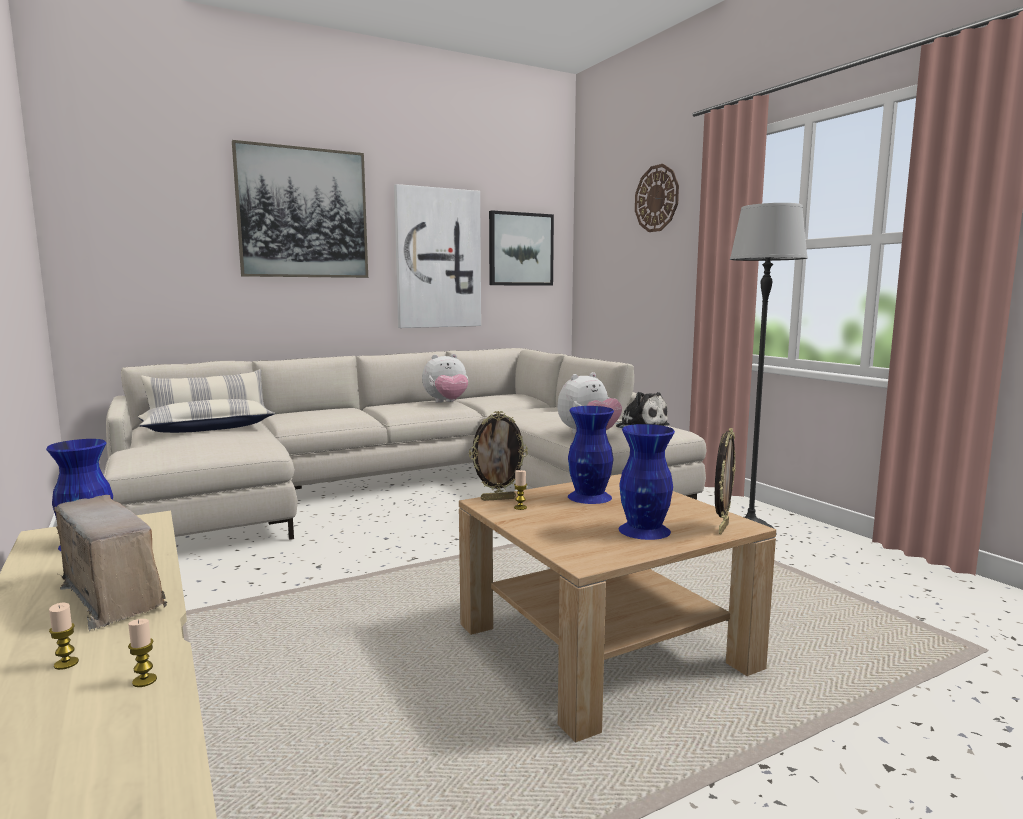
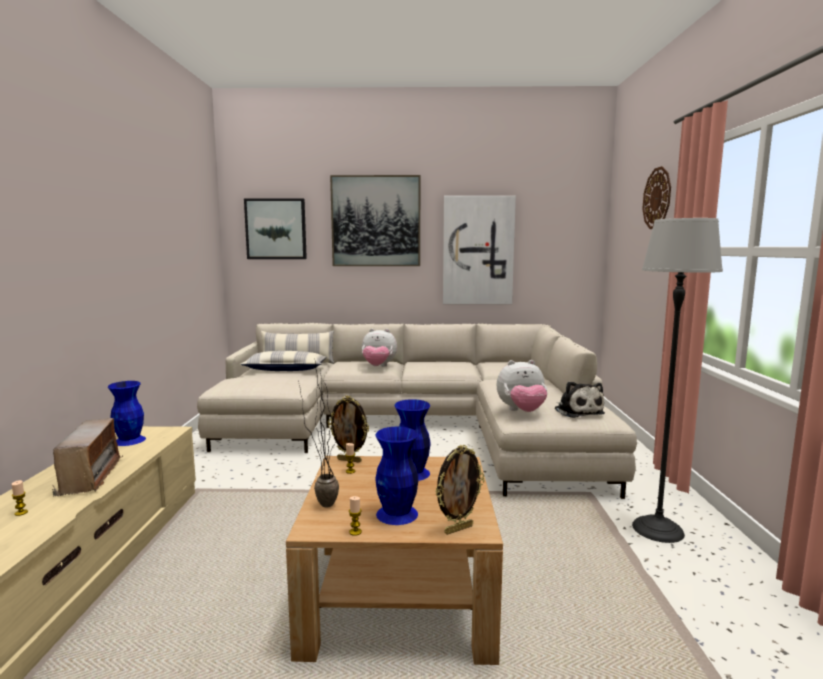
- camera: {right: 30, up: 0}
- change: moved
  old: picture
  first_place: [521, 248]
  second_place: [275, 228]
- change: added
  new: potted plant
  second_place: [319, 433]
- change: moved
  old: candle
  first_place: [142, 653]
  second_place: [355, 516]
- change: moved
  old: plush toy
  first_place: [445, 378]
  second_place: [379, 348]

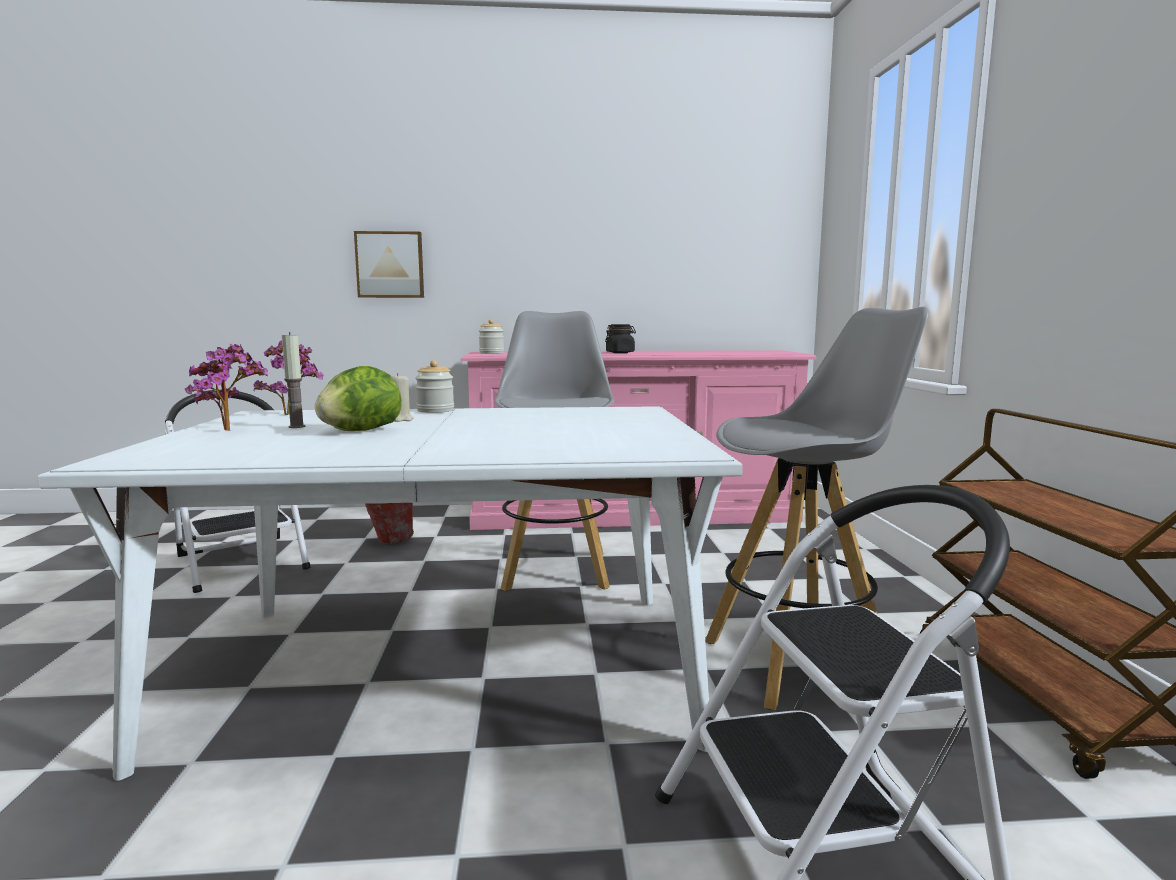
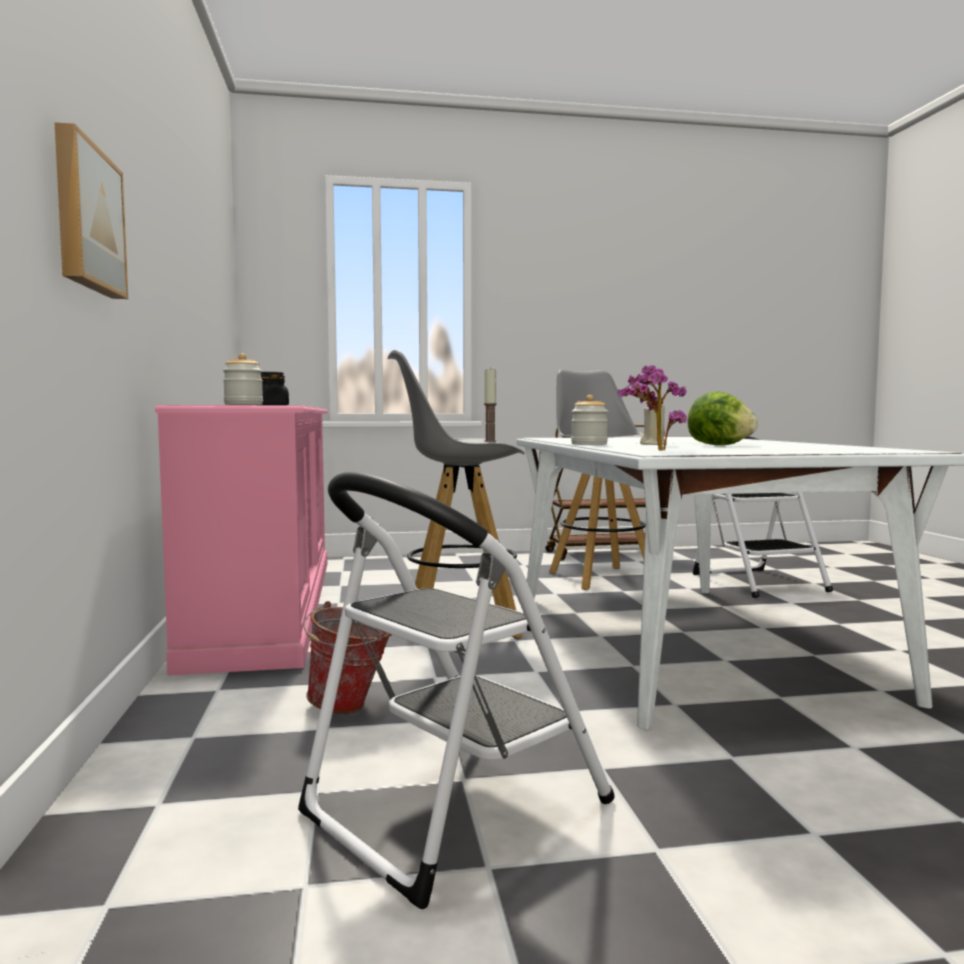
- camera: {right: -95, up: -5}
- change: moved
  old: candle
  first_place: [294, 380]
  second_place: [490, 405]
- change: removed
  old: potted plant
  first_place: [226, 387]

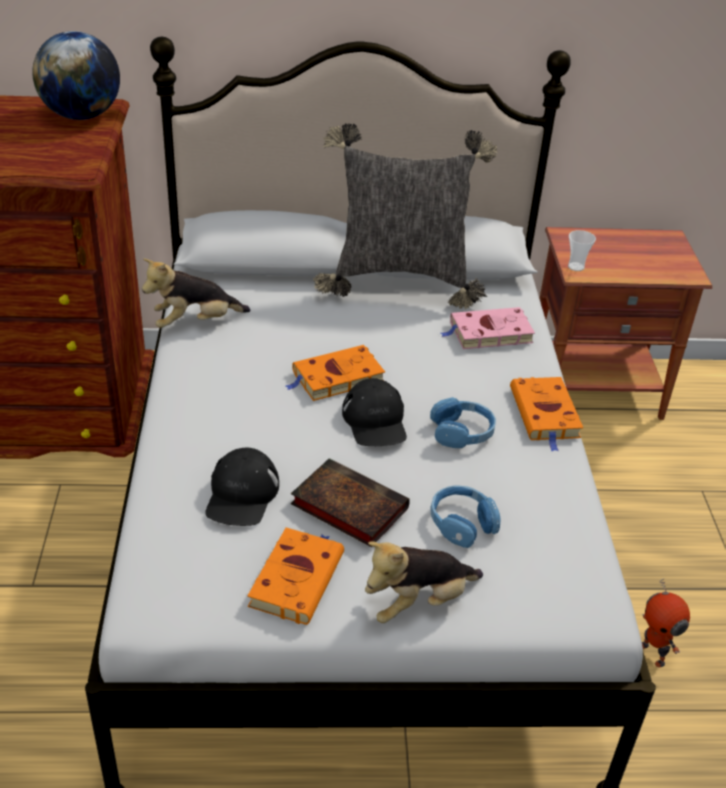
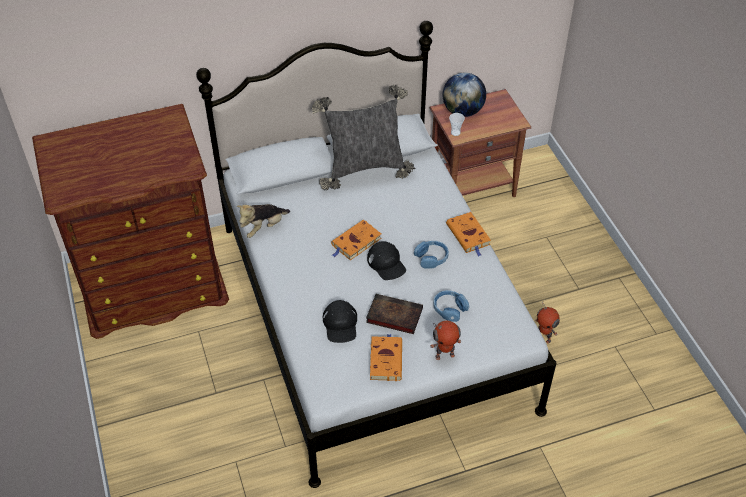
- camera: {right: -15, up: 10}
- change: replaced
  old: plush toy
  new: toy robot
  first_place: [424, 582]
  second_place: [445, 340]
- change: moved
  old: globe
  first_place: [76, 75]
  second_place: [464, 95]
- change: removed
  old: book (pink)
  first_place: [488, 328]

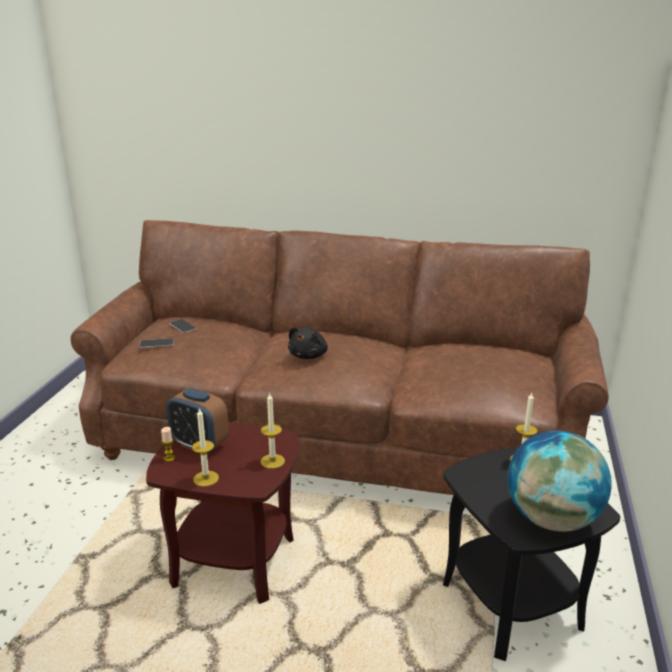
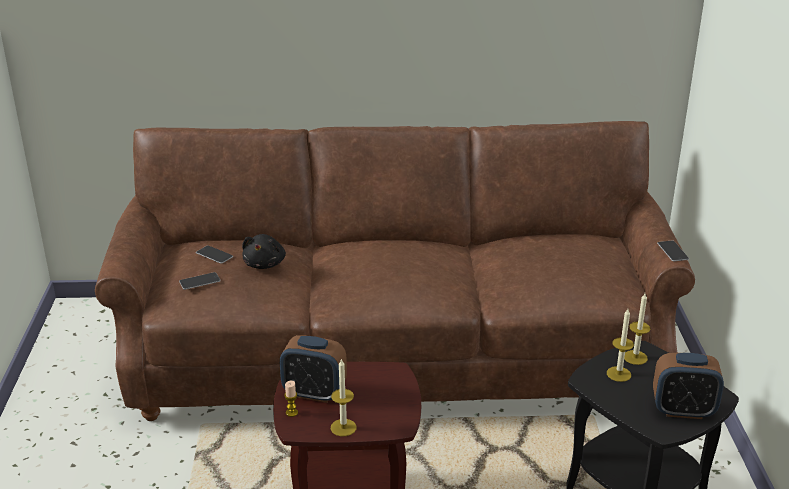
- camera: {right: -15, up: 5}
- change: moved
  old: plush toy (black)
  first_place: [308, 343]
  second_place: [264, 251]
- change: moved
  old: candle
  first_place: [273, 430]
  second_place: [620, 345]
- change: replaced
  old: globe
  new: alarm clock
  first_place: [560, 481]
  second_place: [688, 386]
- change: added
  new: phone
  second_place: [673, 251]

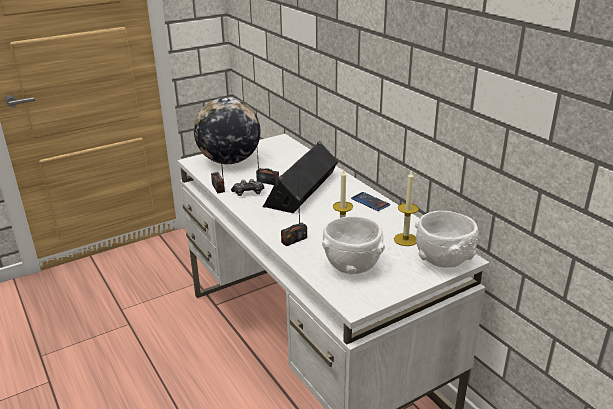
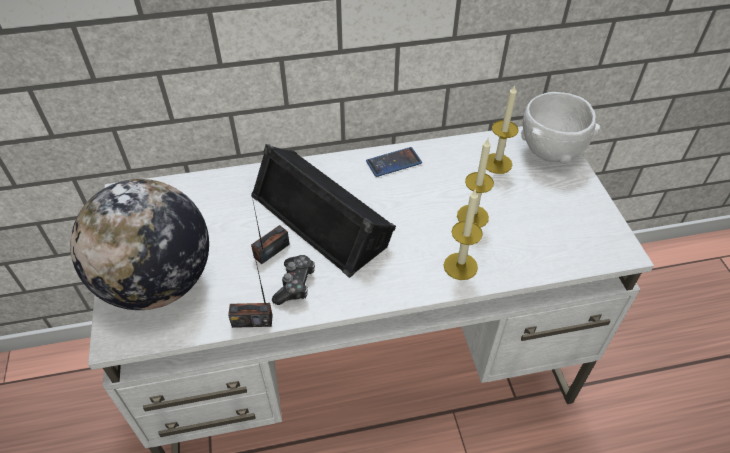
- camera: {right: -70, up: 20}
- change: replaced
  old: radio
  new: candle
  first_place: [294, 210]
  second_place: [463, 235]
- change: removed
  old: bowl (white)
  first_place: [353, 245]

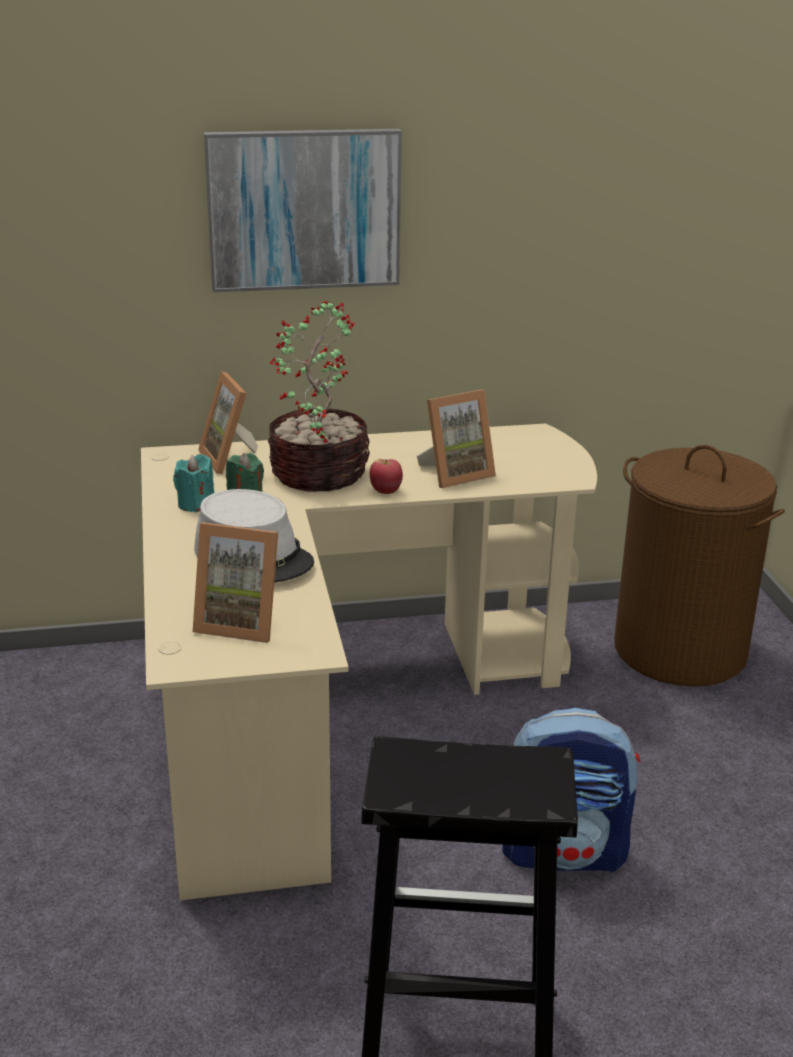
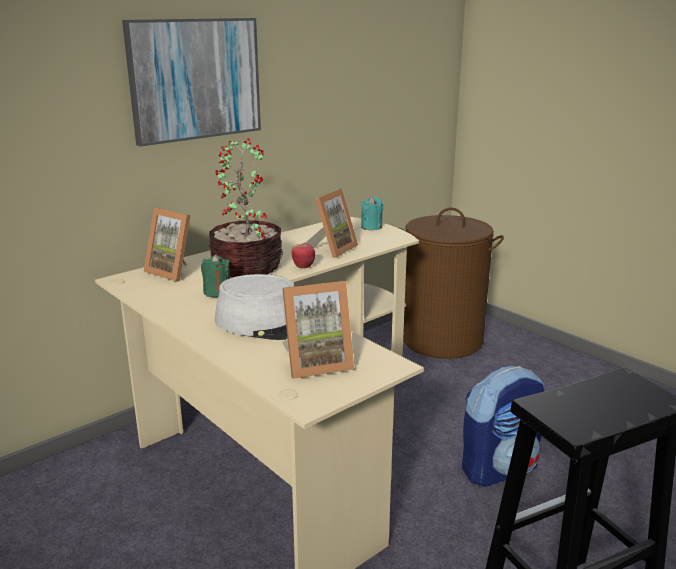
- camera: {right: -30, up: -5}
- change: moved
  old: candle (turquoise)
  first_place: [193, 483]
  second_place: [372, 213]

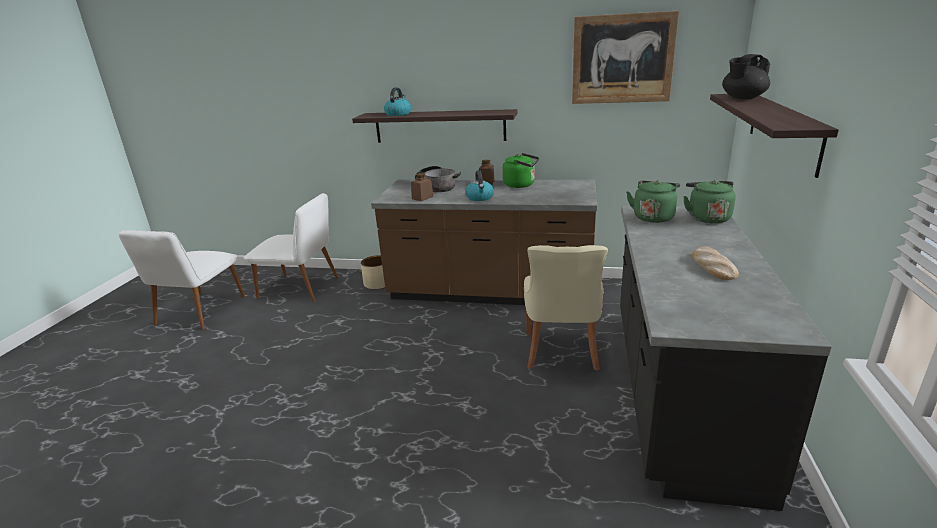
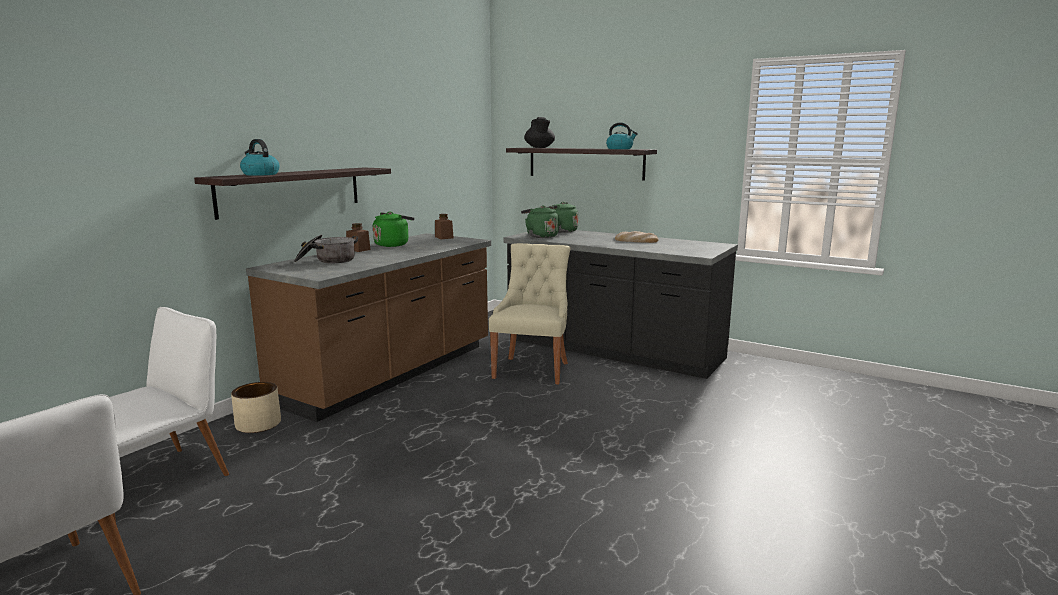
- camera: {right: -70, up: -10}
- change: moved
  old: jar (brown)
  first_place: [422, 187]
  second_place: [444, 226]
- change: turned
  old: chair (beige)
  first_place: [566, 308]
  second_place: [530, 314]
  degrees: -105
- change: moved
  old: kettle
  first_place: [479, 185]
  second_place: [622, 136]
- change: removed
  old: picture
  first_place: [625, 57]

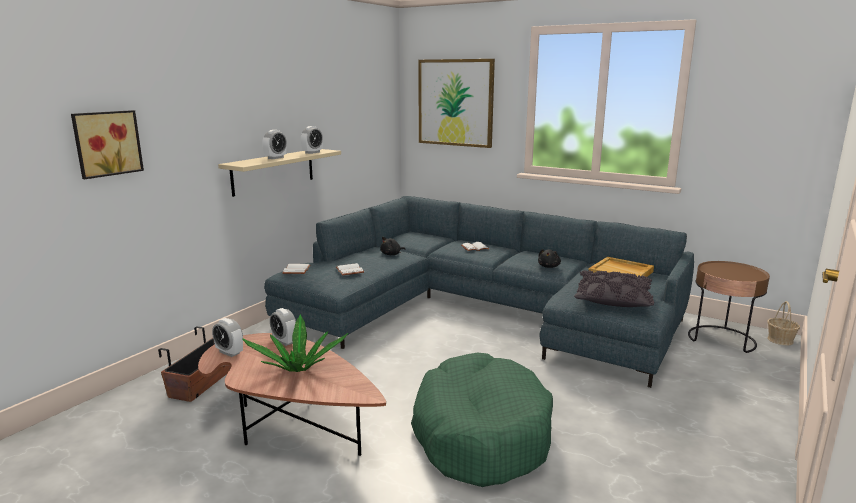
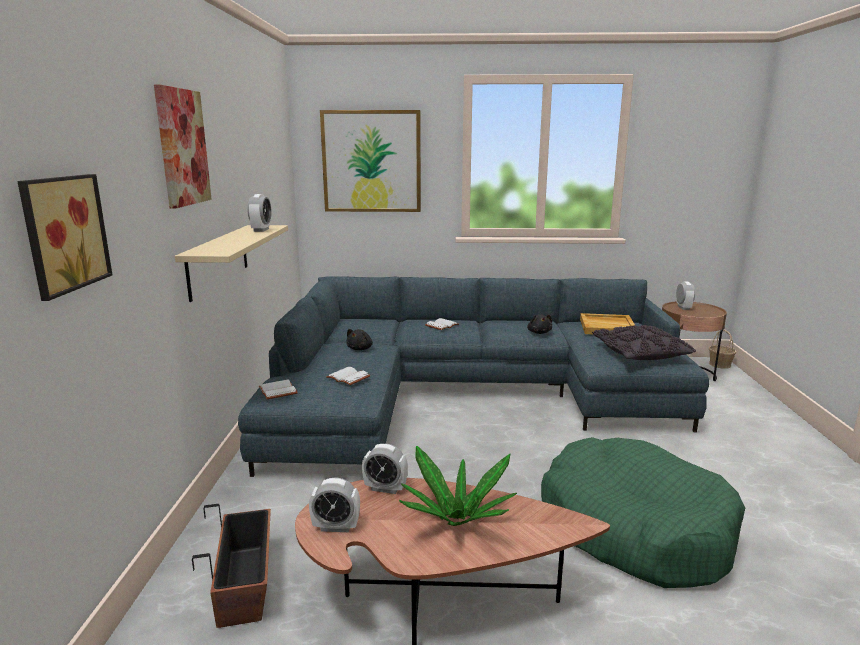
- camera: {right: -30, up: 0}
- change: added
  new: picture
  second_place: [183, 147]
- change: moved
  old: alarm clock
  first_place: [275, 144]
  second_place: [685, 296]

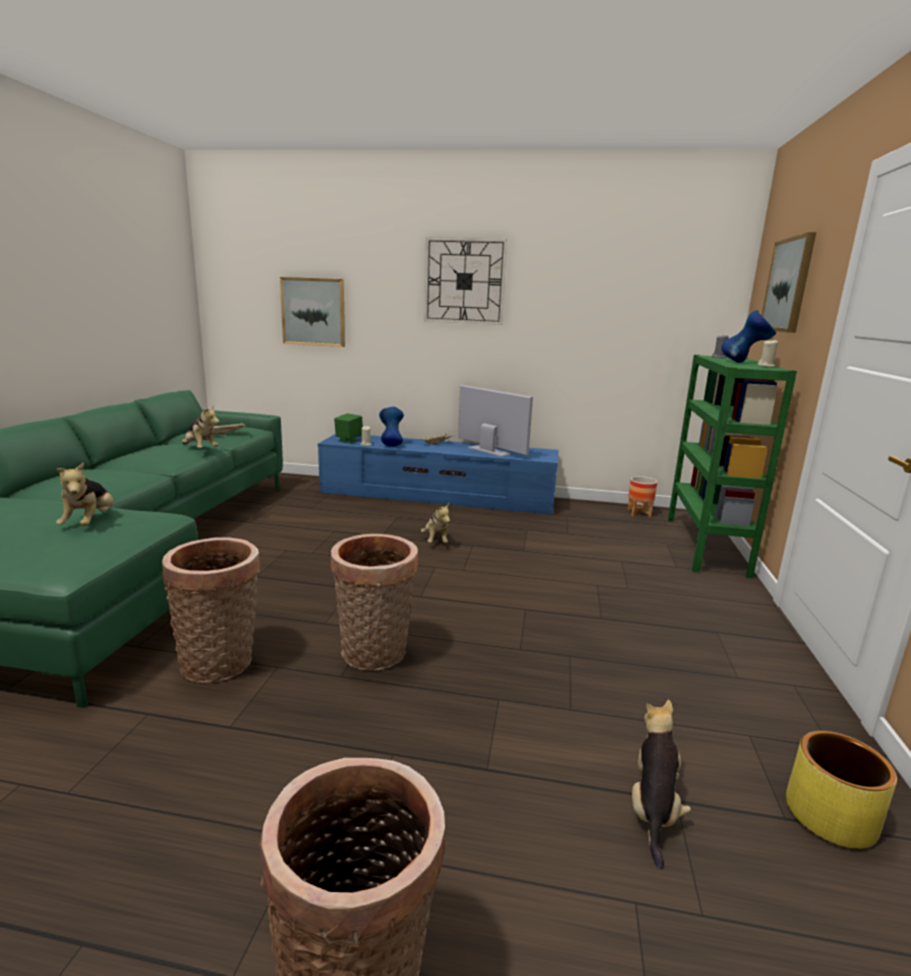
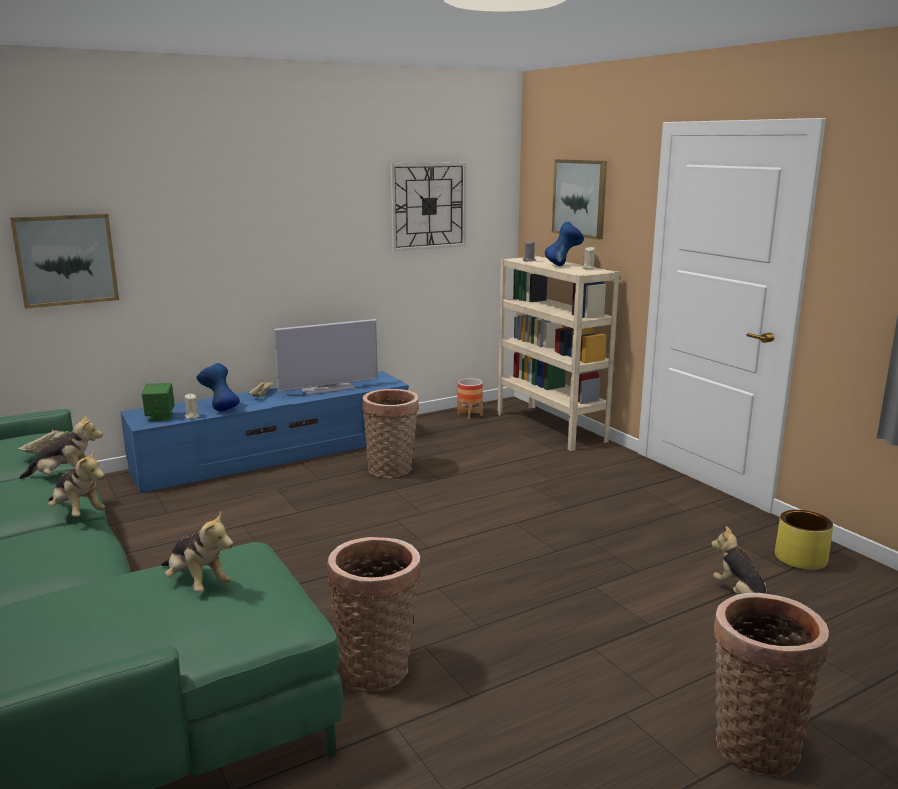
- camera: {right: -40, up: 0}
- change: moved
  old: plush toy
  first_place: [435, 523]
  second_place: [76, 483]
- change: turned
  old: television
  first_place: [495, 421]
  second_place: [326, 357]
  degrees: 150
- change: moved
  old: basket
  first_place: [374, 602]
  second_place: [390, 433]
- change: moved
  old: wall clock
  first_place: [465, 281]
  second_place: [428, 207]
- change: recoloured
  old: bookcase (green)
  new: bookcase (beige)
  first_place: [732, 466]
  second_place: [558, 353]

